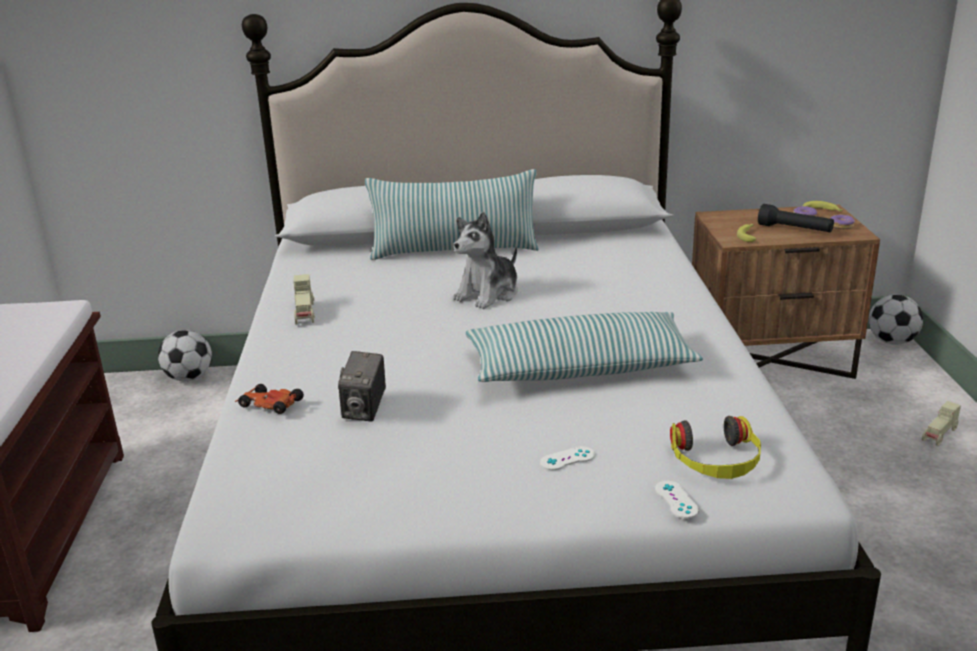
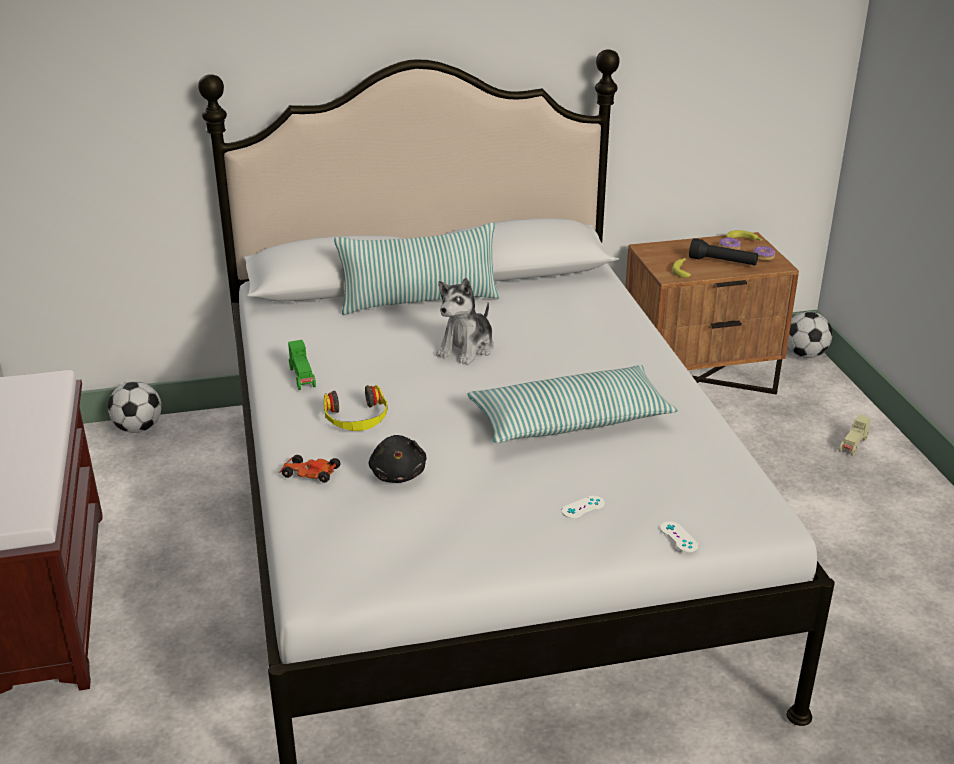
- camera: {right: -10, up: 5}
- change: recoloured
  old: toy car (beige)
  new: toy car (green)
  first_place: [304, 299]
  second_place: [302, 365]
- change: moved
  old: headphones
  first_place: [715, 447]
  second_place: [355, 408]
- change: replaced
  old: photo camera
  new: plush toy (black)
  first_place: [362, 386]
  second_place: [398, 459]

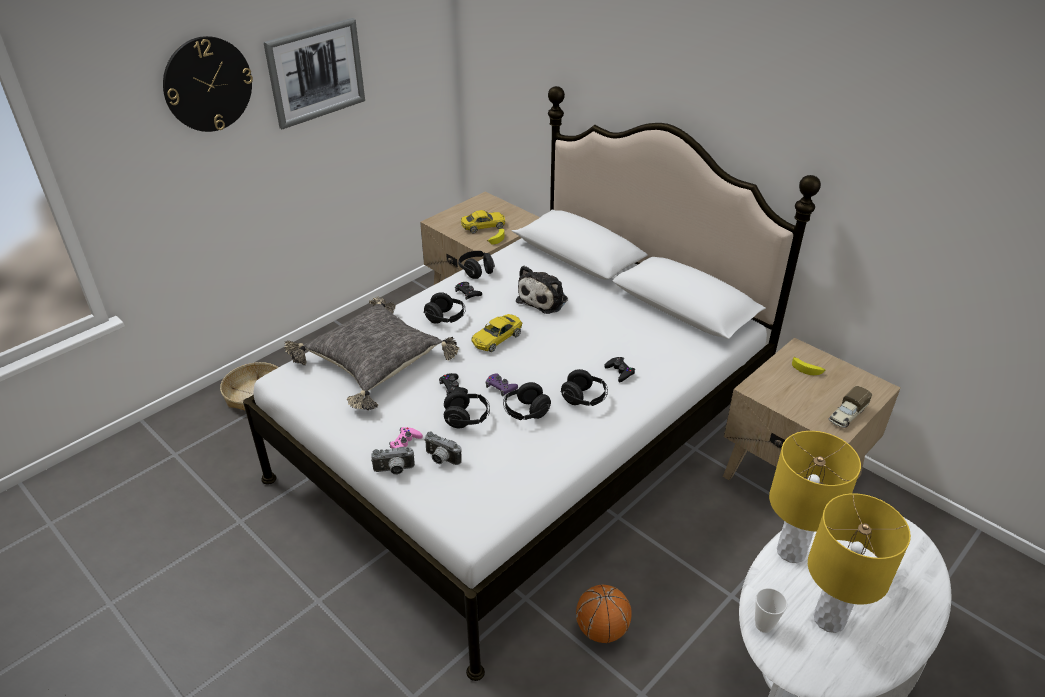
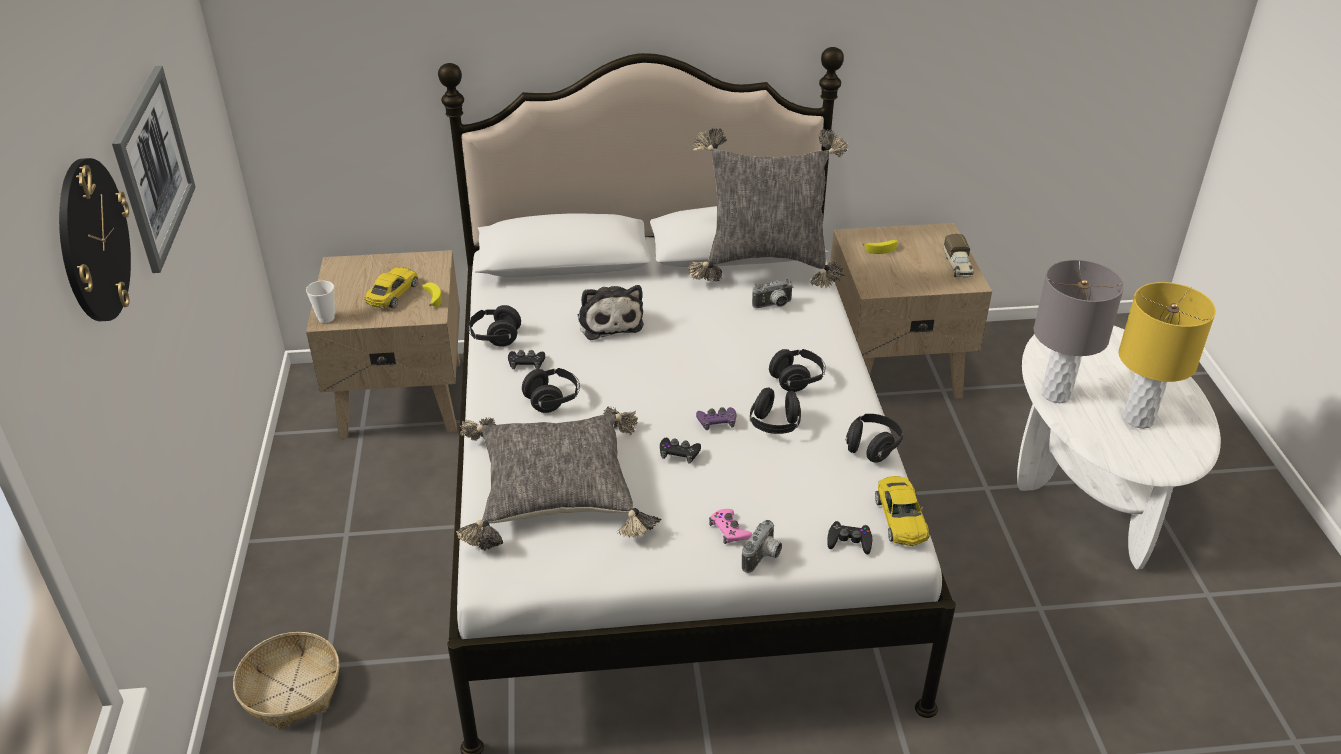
- camera: {right: -50, up: 0}
- change: moved
  old: cup
  first_place: [771, 610]
  second_place: [320, 302]
- change: added
  new: pillow
  second_place: [768, 208]
- change: moved
  old: photo camera
  first_place: [442, 448]
  second_place: [773, 293]
- change: moved
  old: game controller (black)
  first_place: [619, 369]
  second_place: [849, 537]
- change: moved
  old: headphones (black)
  first_place: [467, 409]
  second_place: [874, 438]
- change: moved
  old: toy car (yellow)
  first_place: [497, 333]
  second_place: [902, 511]
- change: recoloured
  old: table lamp (yellow)
  new: table lamp (grey)
  first_place: [815, 497]
  second_place: [1079, 331]
- change: removed
  old: basketball
  first_place: [603, 614]

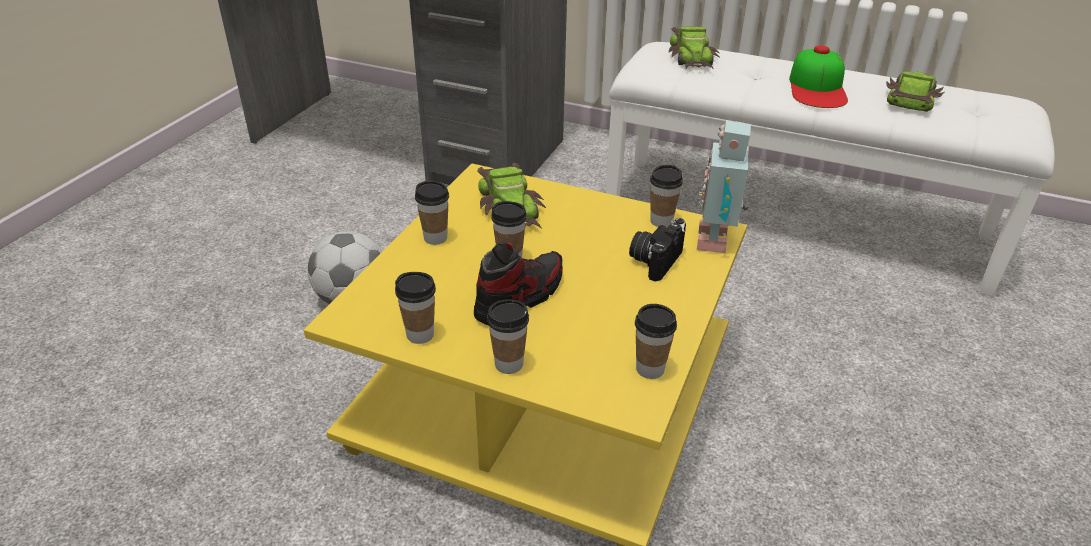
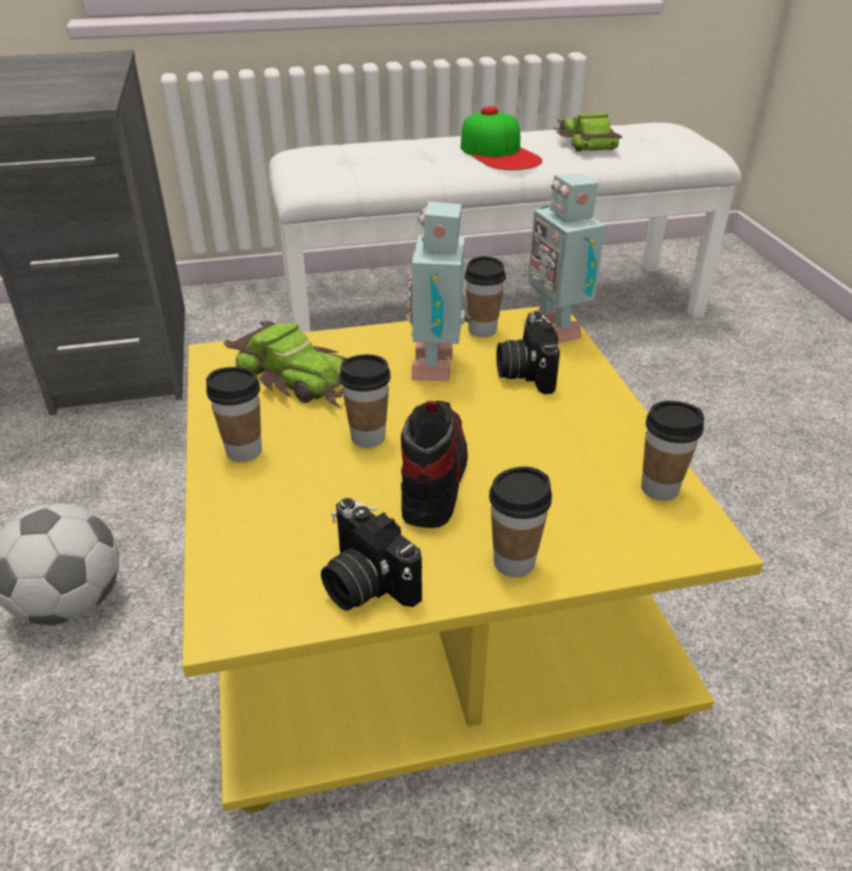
- camera: {right: -35, up: 0}
- change: replaced
  old: cup
  new: photo camera
  first_place: [415, 308]
  second_place: [371, 554]
- change: added
  new: toy robot
  second_place: [438, 291]
- change: removed
  old: toy car
  first_place: [694, 48]

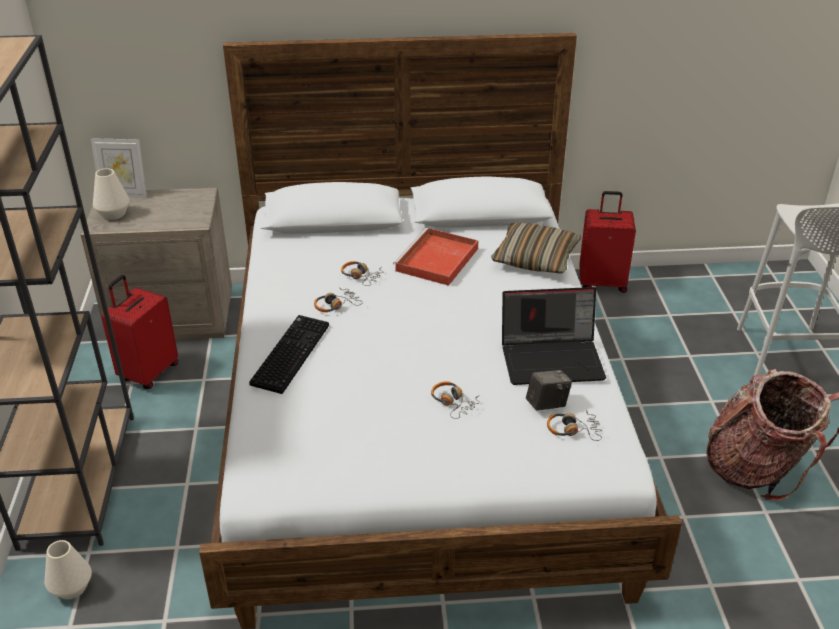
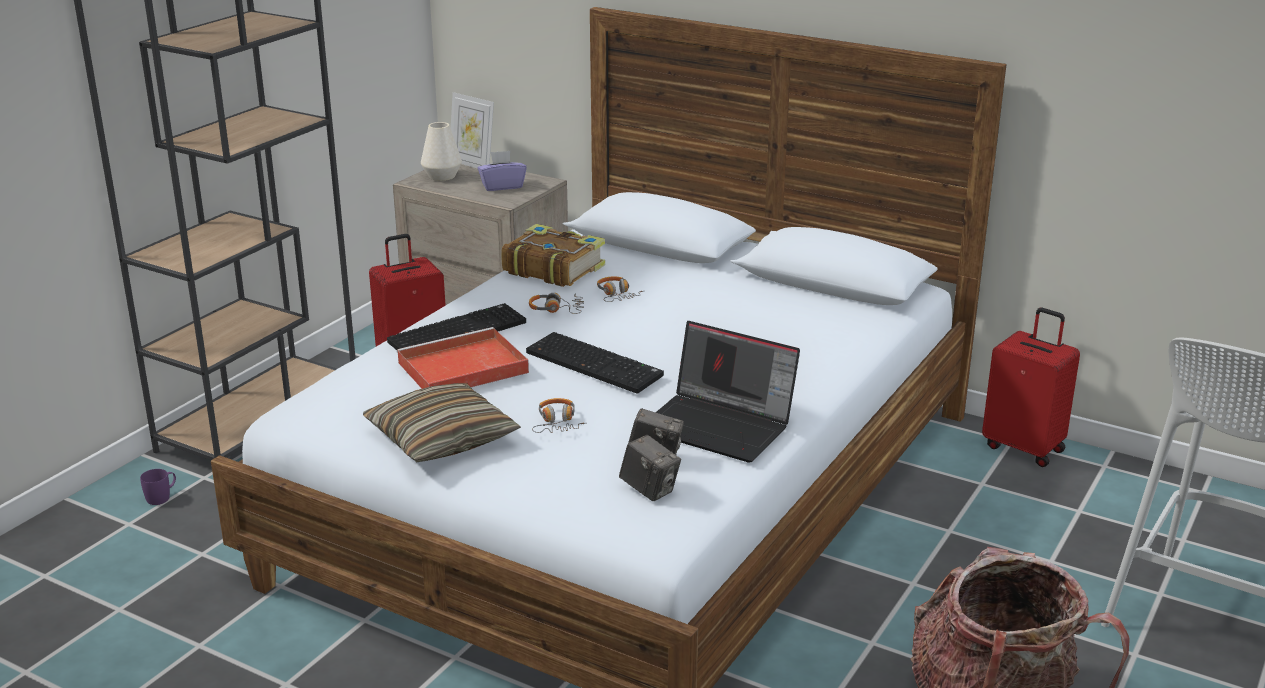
- camera: {right: 35, up: -10}
- change: replaced
  old: vase (white)
  new: mug (purple)
  first_place: [68, 569]
  second_place: [158, 487]
- change: moved
  old: pillow
  first_place: [536, 248]
  second_place: [442, 422]
- change: moved
  old: tray (red)
  first_place: [435, 257]
  second_place: [463, 358]
- change: added
  new: tissue box (purple)
  second_place: [502, 171]
- change: added
  new: book
  second_place: [553, 255]
- change: added
  new: keyboard
  second_place: [595, 363]
- change: replaced
  old: headphones
  new: photo camera
  first_place: [574, 425]
  second_place: [650, 468]

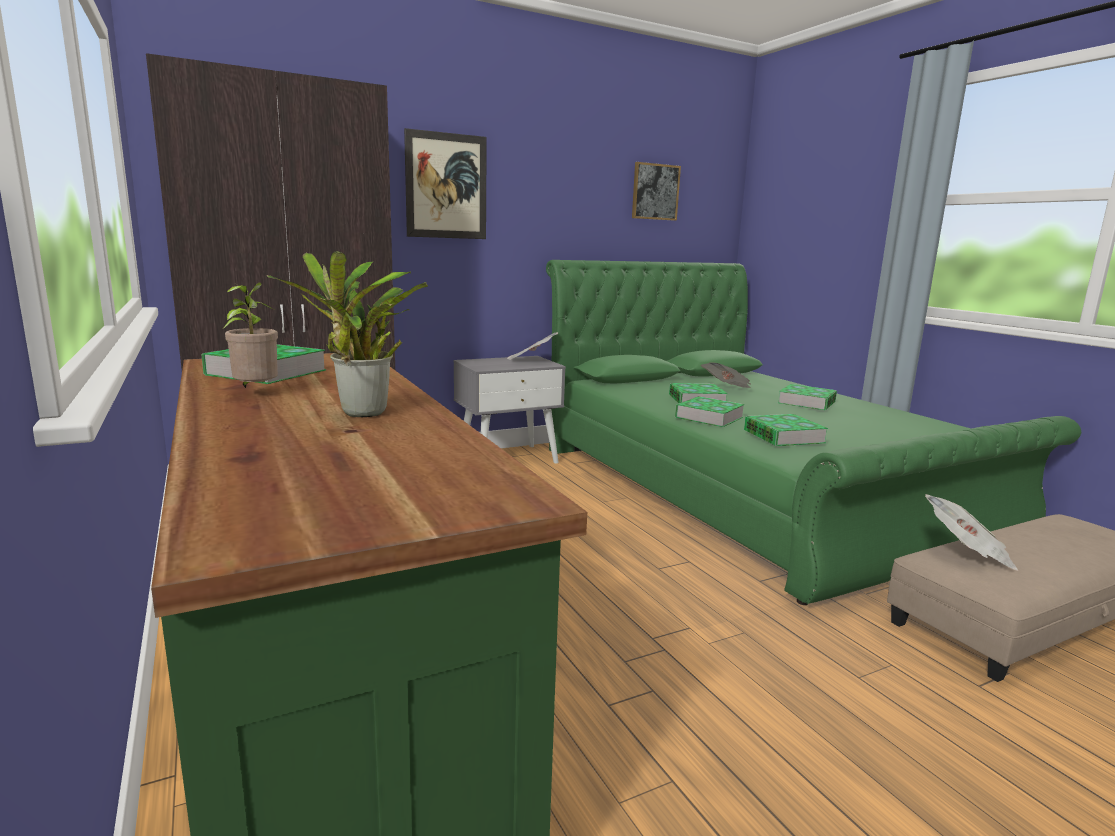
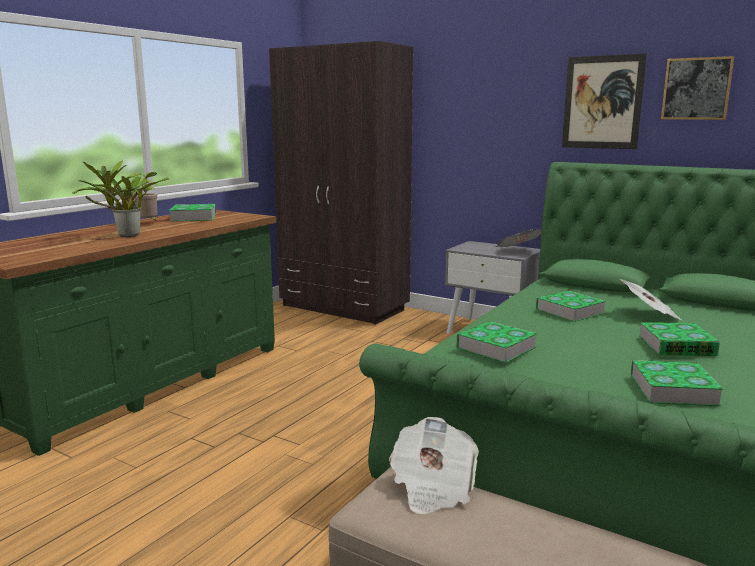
- camera: {right: 60, up: 0}
- change: moved
  old: picture
  first_place: [445, 183]
  second_place: [604, 101]
- change: moved
  old: book
  first_place: [710, 411]
  second_place: [676, 383]

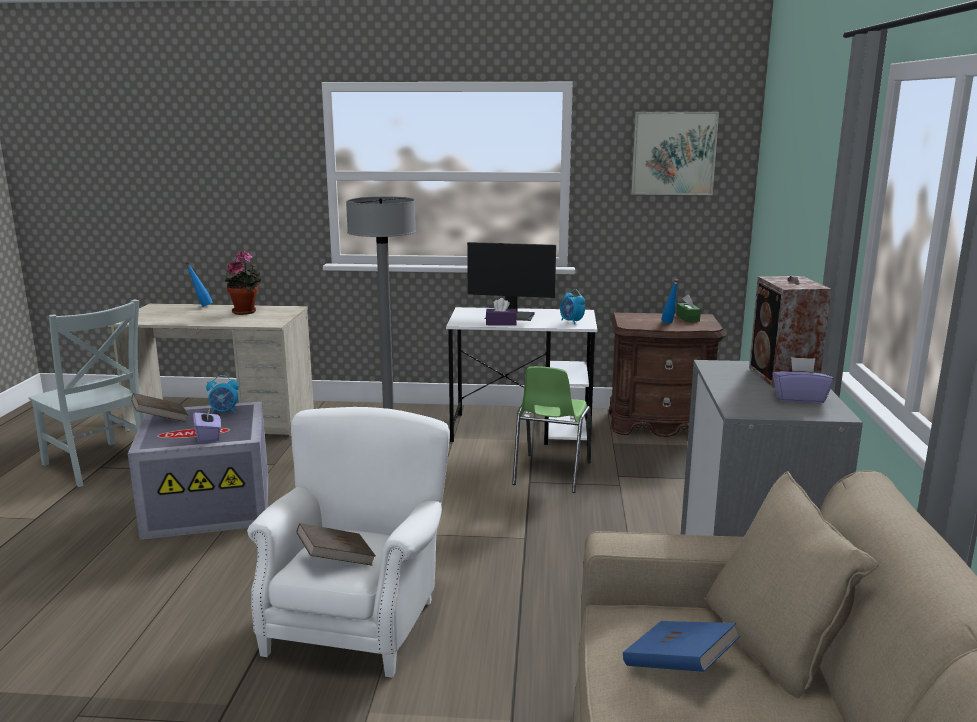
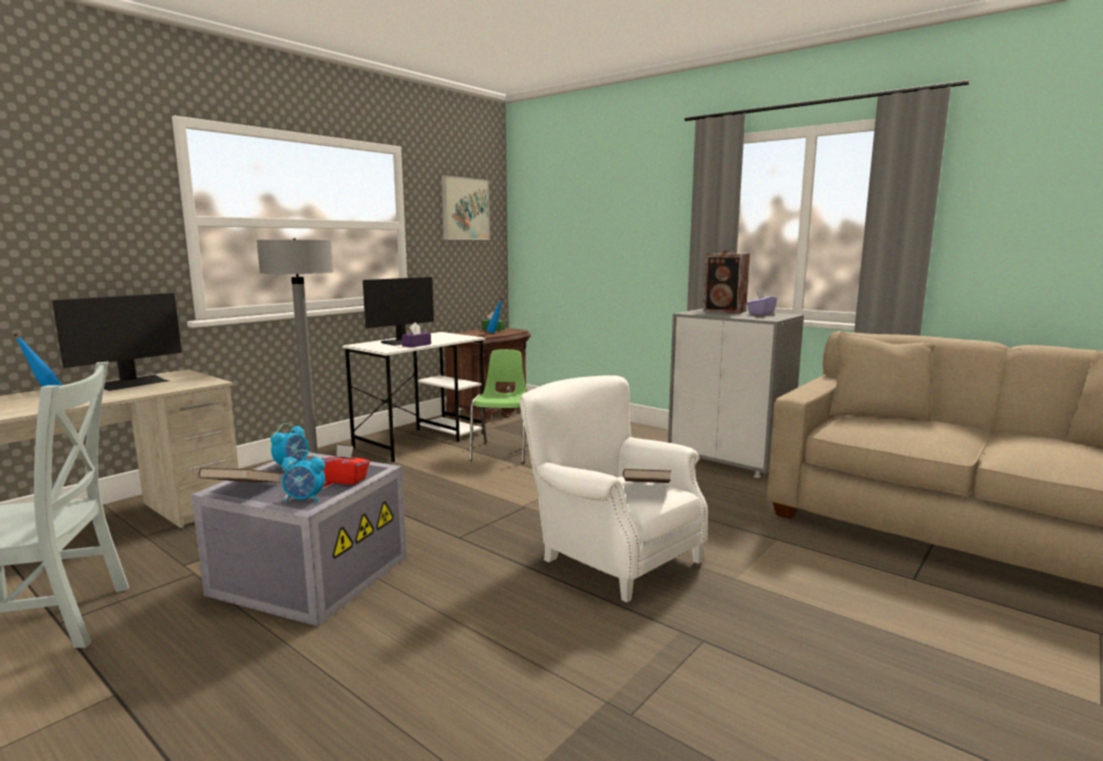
- camera: {right: -55, up: -5}
- change: replaced
  old: potted plant
  new: monitor
  first_place: [243, 282]
  second_place: [117, 342]
- change: moved
  old: alarm clock
  first_place: [572, 307]
  second_place: [303, 476]
- change: recoloured
  old: tissue box (purple)
  new: tissue box (red)
  first_place: [207, 425]
  second_place: [346, 465]
- change: turned
  old: chair (green)
  first_place: [551, 429]
  second_place: [497, 406]
  degrees: -135
- change: removed
  old: book (blue)
  first_place: [681, 646]

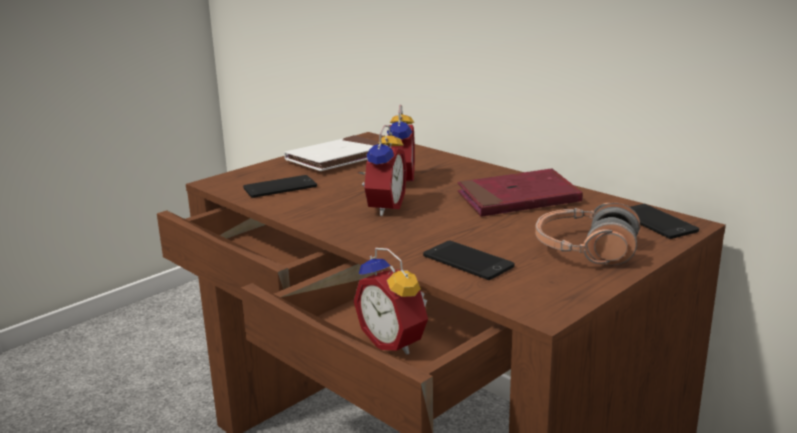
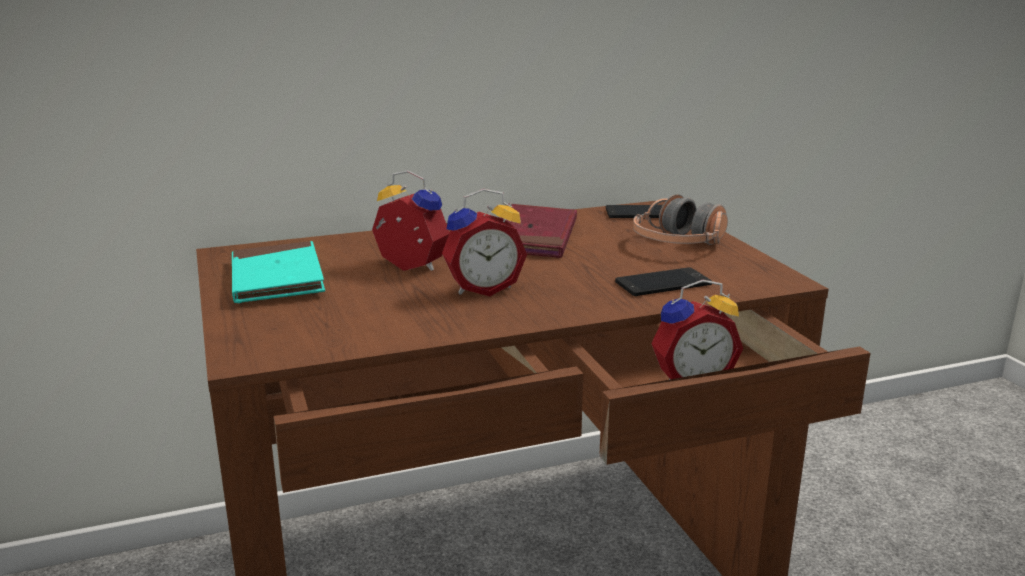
- camera: {right: -65, up: 0}
- change: recoloured
  old: book (white)
  new: book (turquoise)
  first_place: [331, 153]
  second_place: [278, 272]
- change: turned
  old: alarm clock
  first_place: [382, 170]
  second_place: [484, 242]
  degrees: 120
- change: removed
  old: phone
  first_place: [280, 186]

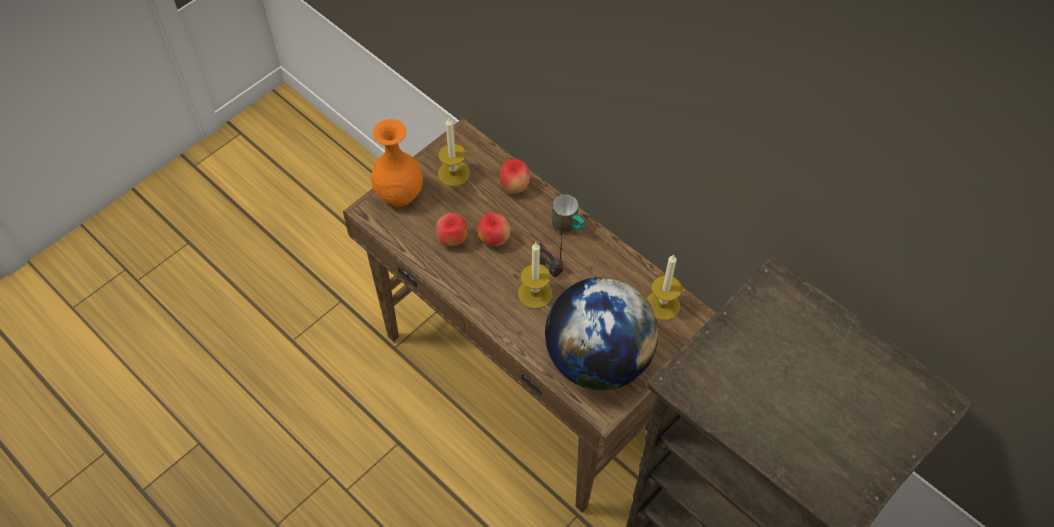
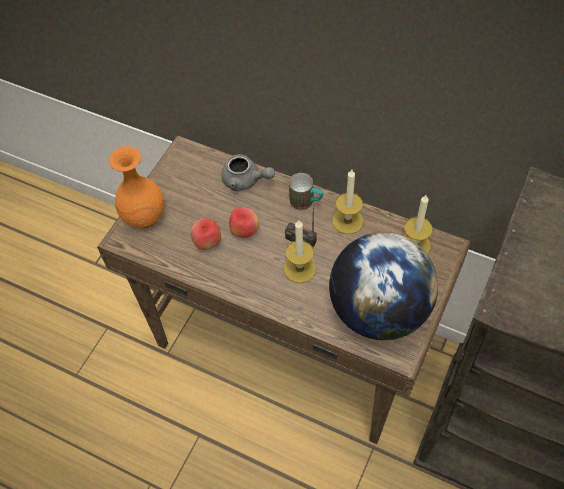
- camera: {right: -15, up: 0}
- change: replaced
  old: apple
  new: teapot (grey)
  first_place: [515, 176]
  second_place: [248, 172]
- change: moved
  old: candle
  first_place: [454, 152]
  second_place: [347, 202]

